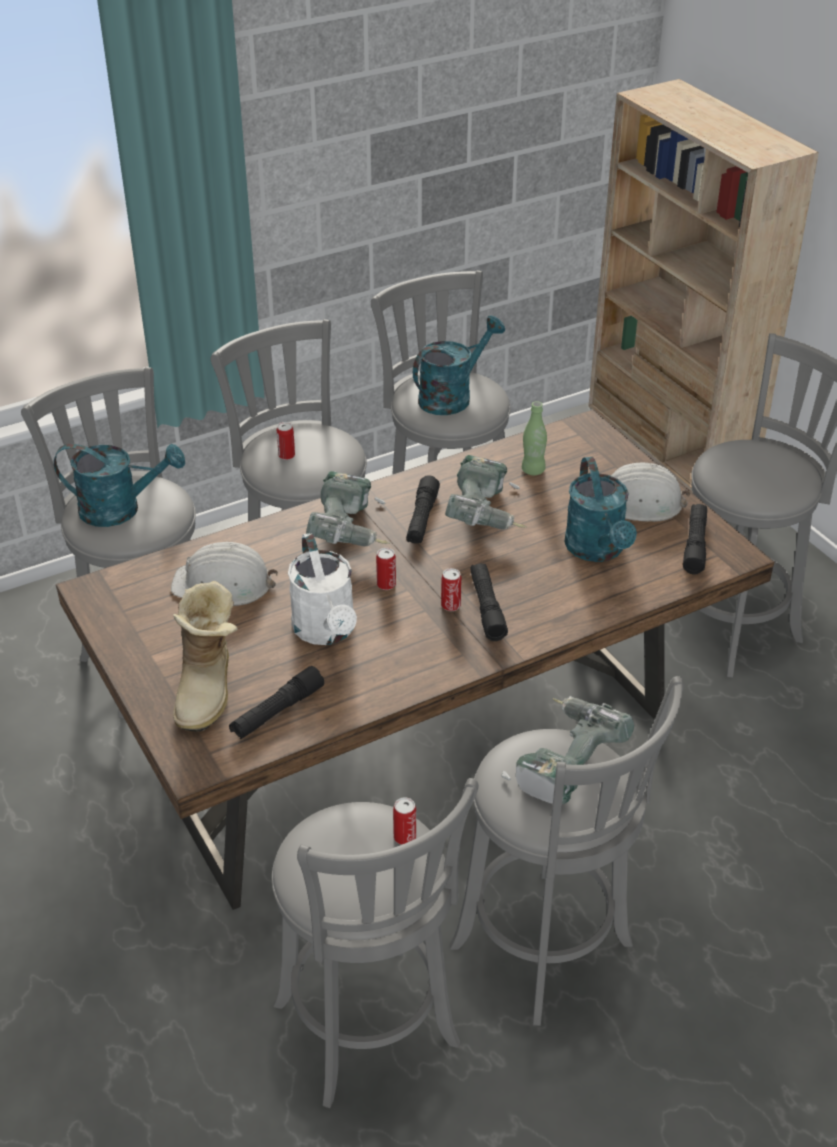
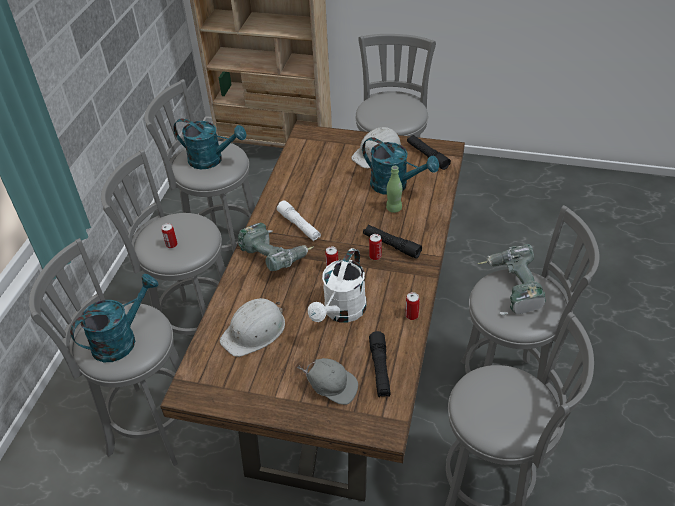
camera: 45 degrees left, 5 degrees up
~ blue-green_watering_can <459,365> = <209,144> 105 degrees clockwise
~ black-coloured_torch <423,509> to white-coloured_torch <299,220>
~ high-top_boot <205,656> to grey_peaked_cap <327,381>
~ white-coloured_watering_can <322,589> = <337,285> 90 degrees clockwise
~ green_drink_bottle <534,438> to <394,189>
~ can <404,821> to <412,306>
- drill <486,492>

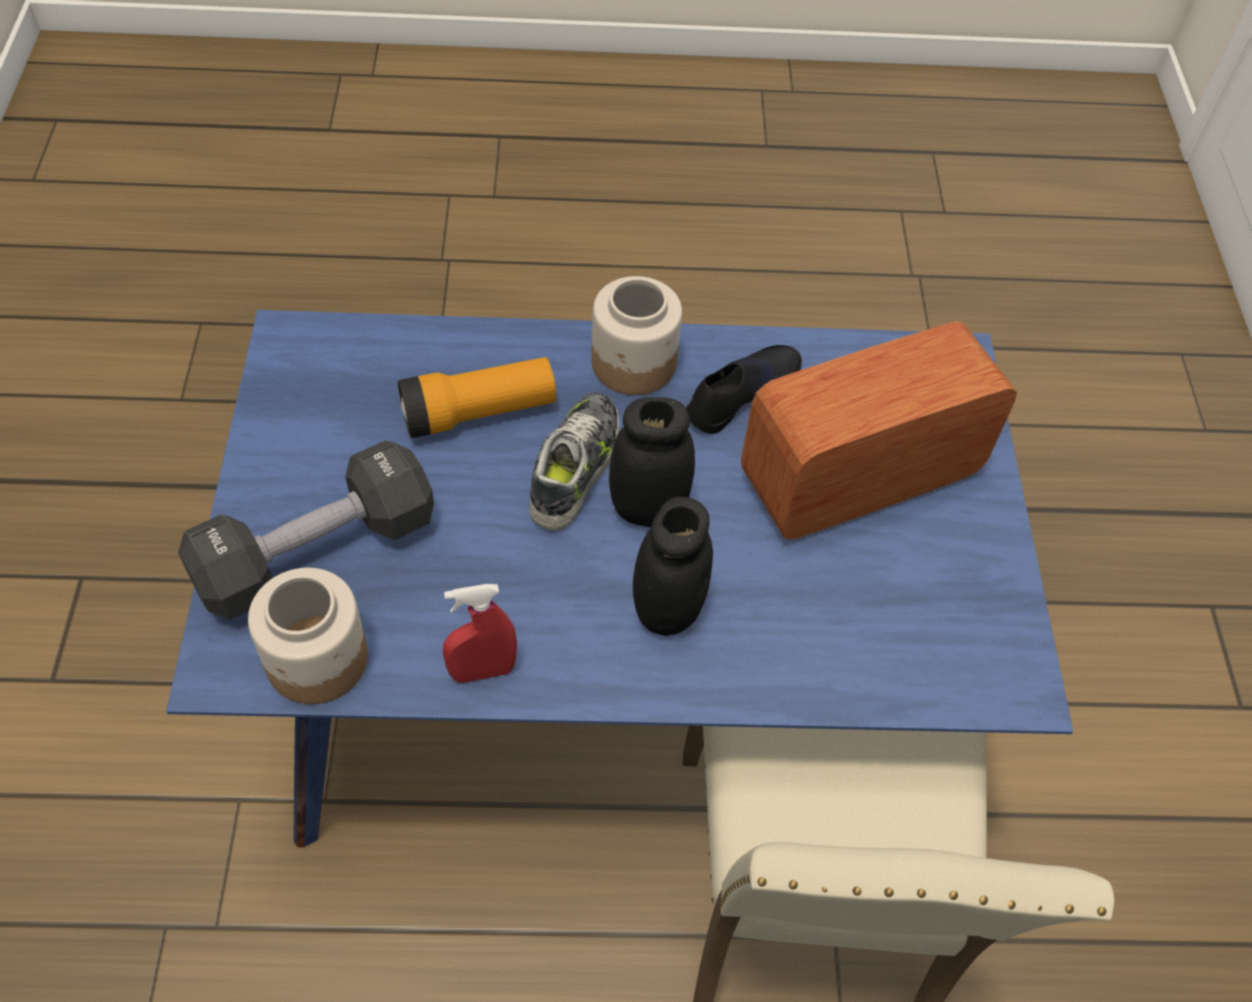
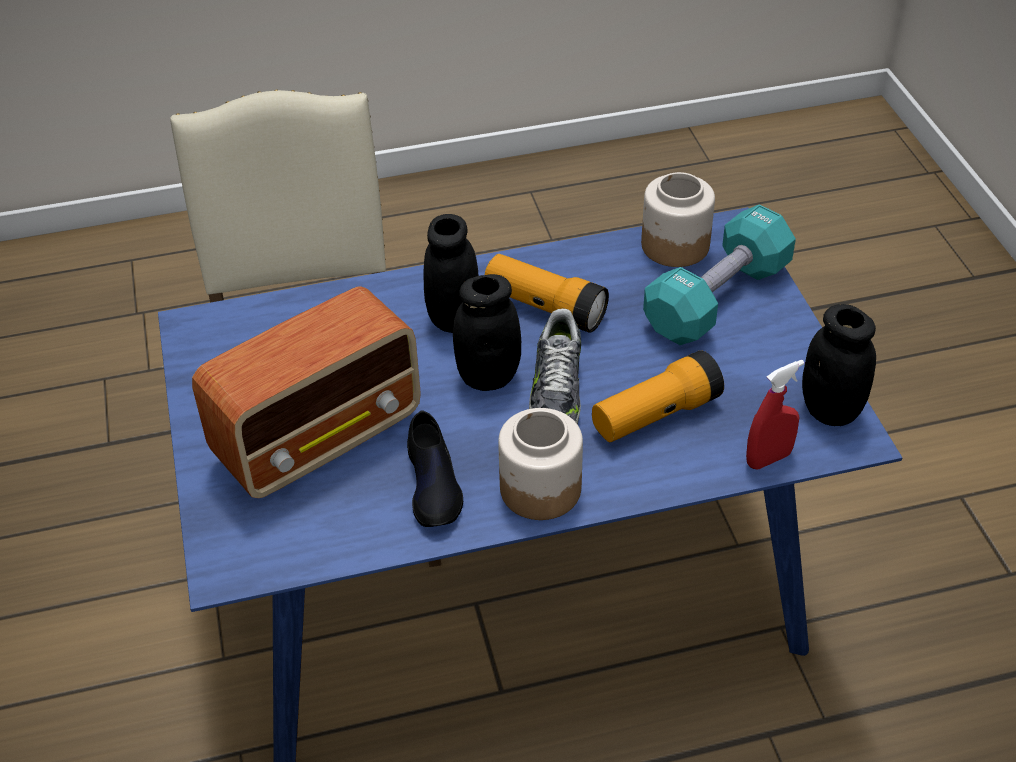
camera: 170 degrees right, 10 degrees down
~ black-coloured_low_shoe <744,389> = <435,468> 45 degrees counterclockwise
+ torch <547,293>
~ black-coloured_free_weight <306,530> to blue-green_free_weight <719,274>
~ red_hand_sprayer <480,633> to <775,414>
+ black-coloured_preserve_jar <839,365>

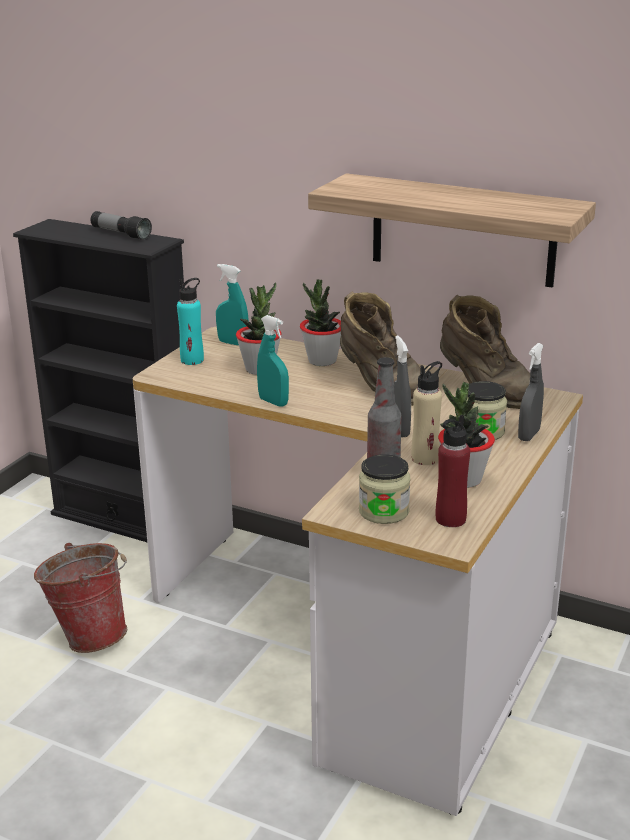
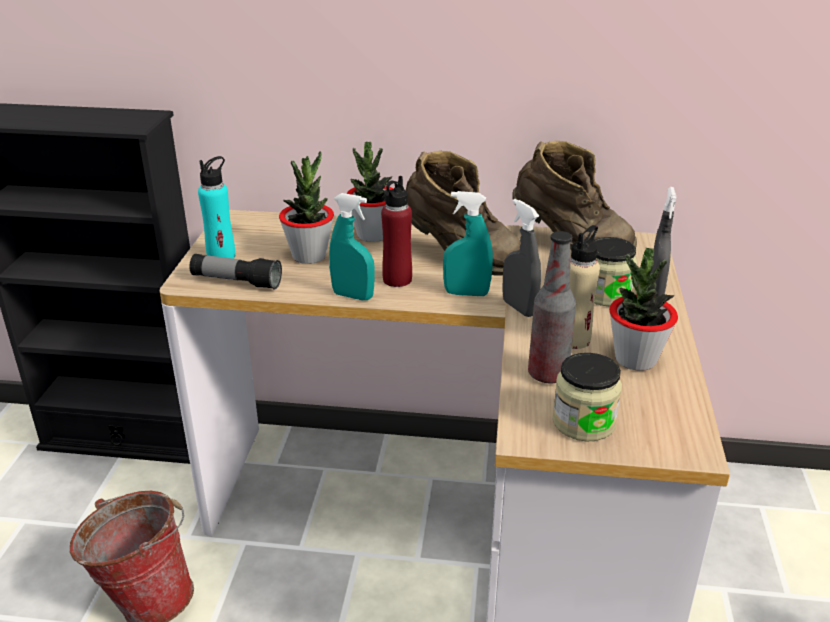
camera: 20 degrees left, 5 degrees up
~ torch <121,225> to <235,272>
~ red_drink_bottle <452,471> to <396,231>
~ blue-green_hand_sprayer <232,305> to <468,243>
- bracket_shelf <452,230>

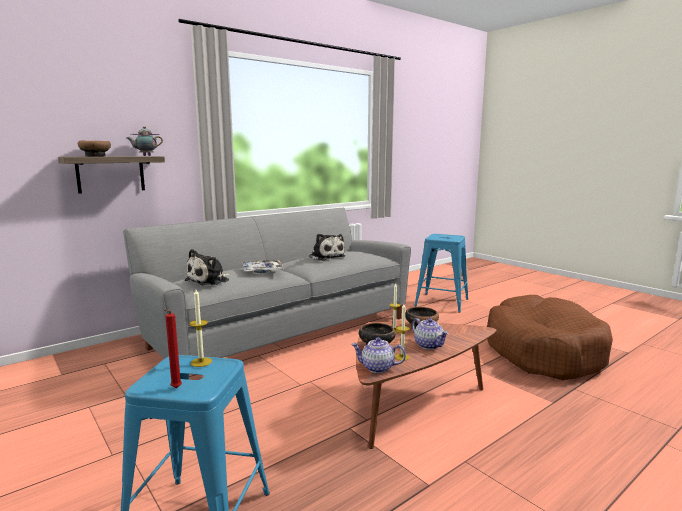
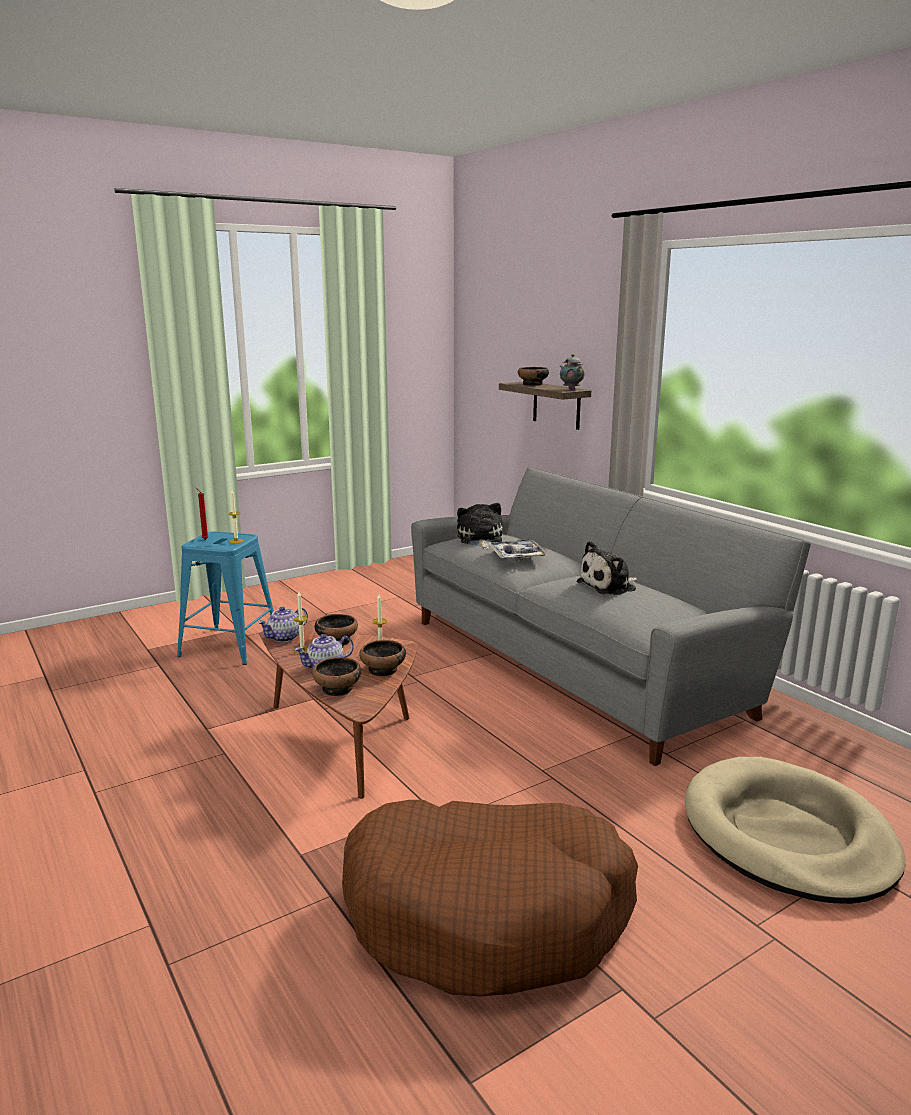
camera: 95 degrees right, 5 degrees up
~ pot_for_tea <378,355> = <283,624> 150 degrees counterclockwise
+ serving_bowl <337,676>
~ cuddly_toy <207,267> = <480,526> 45 degrees clockwise
~ bluish_stool_seat <441,273> to sand-coloured_dog_cushion <795,830>

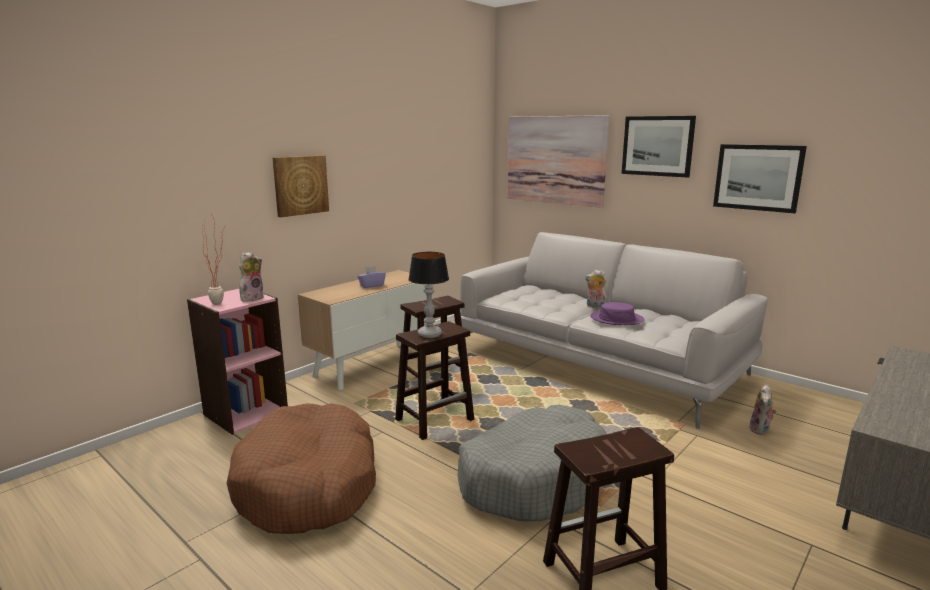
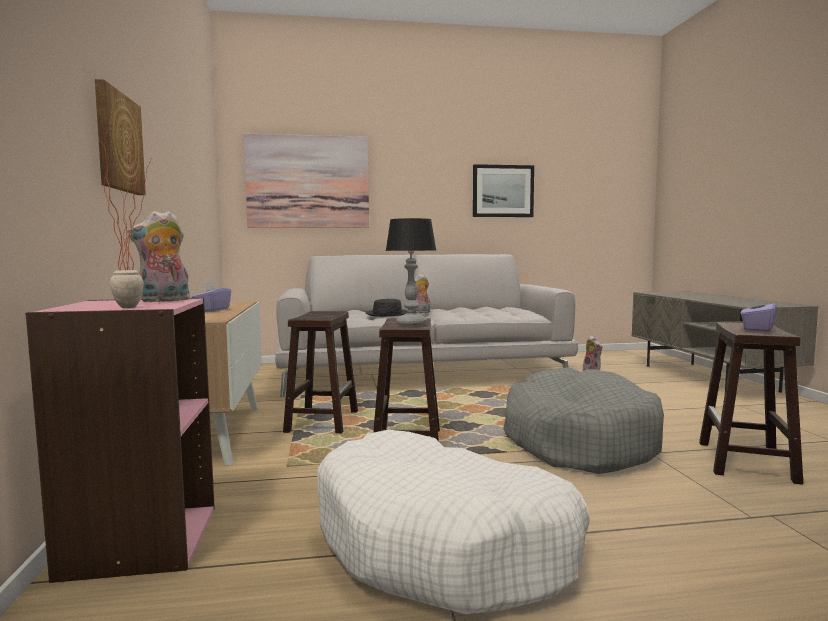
camera: 50 degrees left, 10 degrees down
~ cuddly_toy <251,276> = <158,256> 105 degrees counterclockwise
~ brown-coloured_dog_cushion <301,468> to white-coloured_dog_cushion <453,522>
+ black-coloured_clothing_hat <387,308>
+ purplish_tissue_holder <759,313>
- purplish_clothing_hat <617,313>
- picture <658,147>

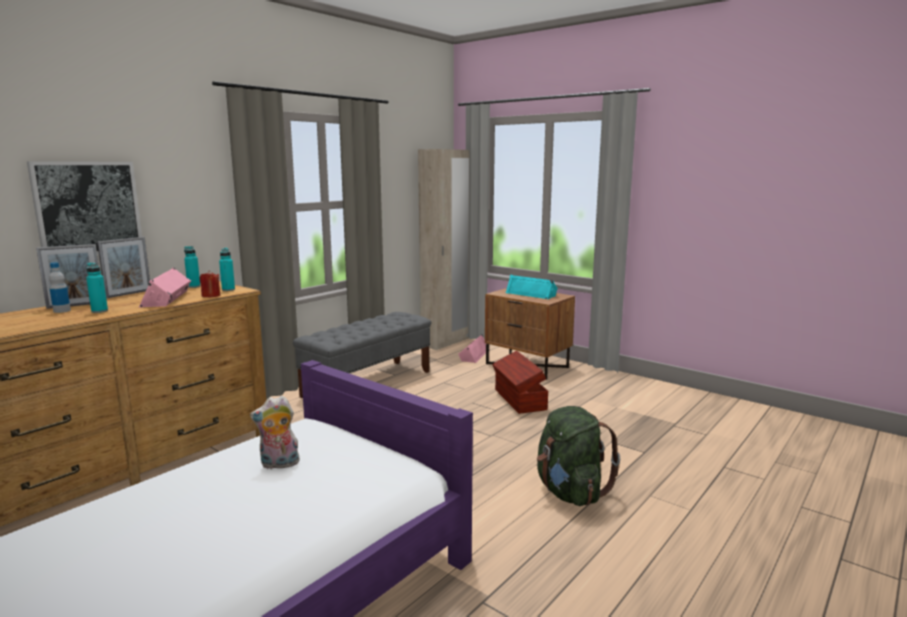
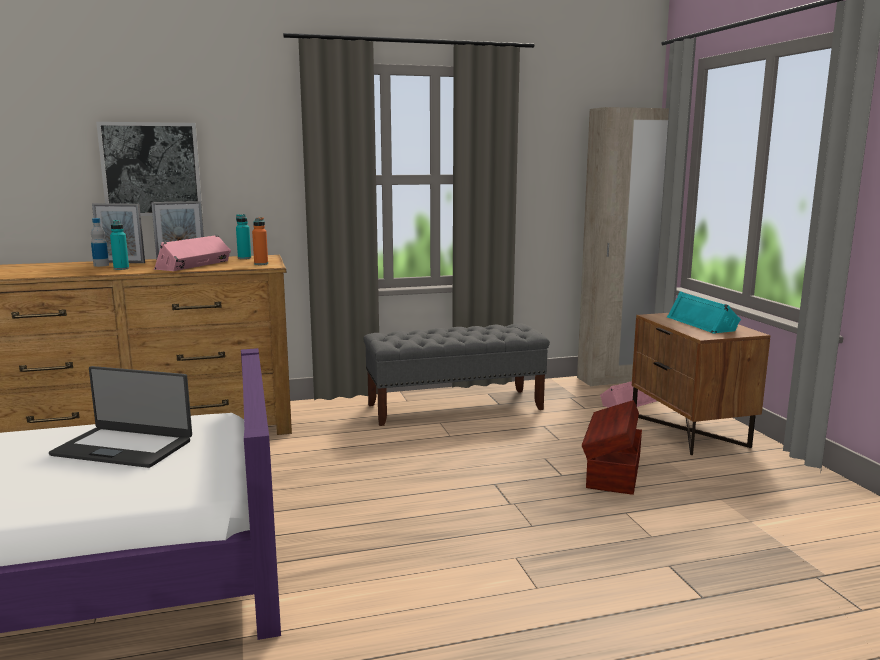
camera: 35 degrees right, 0 degrees up
~ cuddly_toy <275,433> to notebook_computer <120,417>
~ blue-green_drink_bottle <227,269> to orange-coloured_drink_bottle <260,241>
- red_wax_candle <210,283>
- green_backpack <578,456>

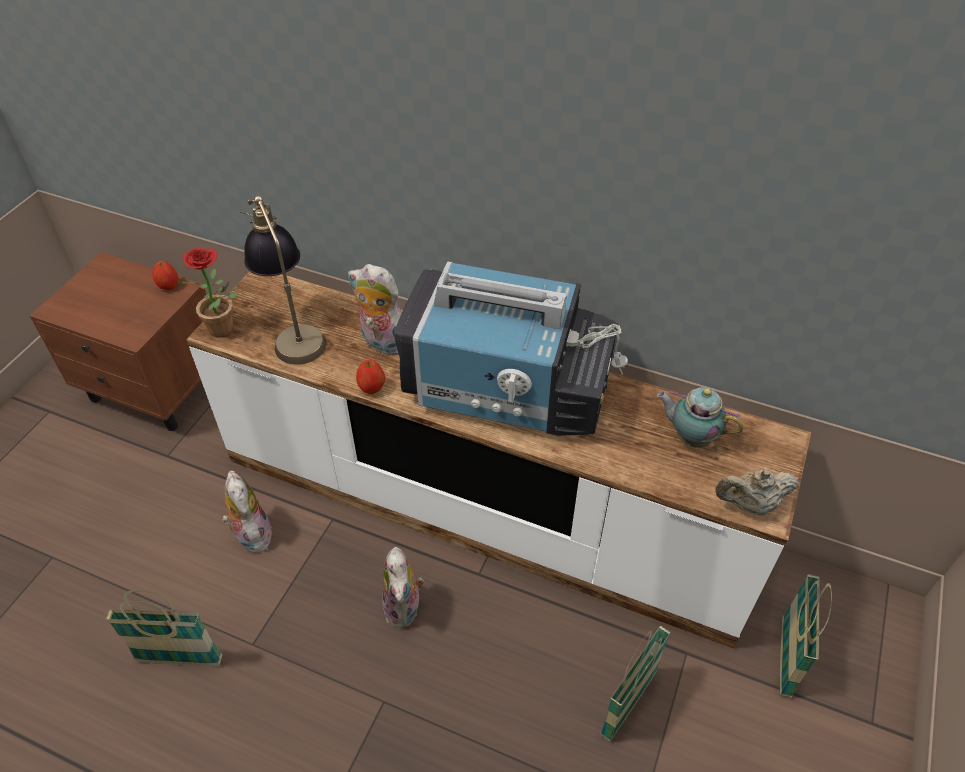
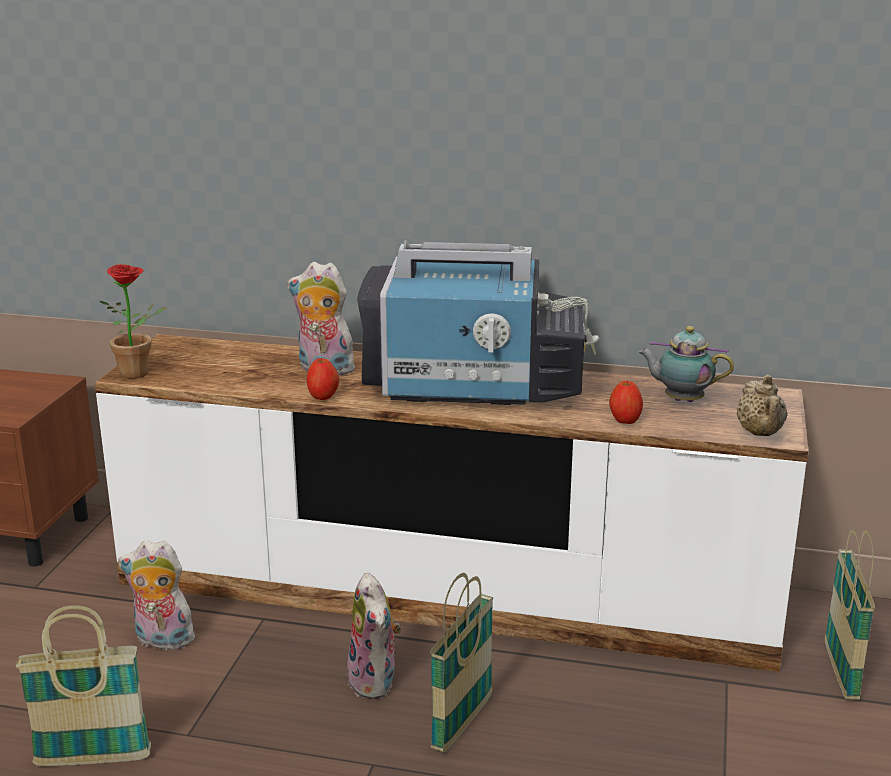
camera: 10 degrees left, 25 degrees down
~ cuddly_toy <247,511> = <156,595> 45 degrees counterclockwise
~ storage_basket <635,683> to <461,663>
~ whole_apple <165,275> to <626,402>
~ sand-coloured_pot_for_tea <757,492> = <762,405> 75 degrees counterclockwise
- lamp_for_a_table <283,280>

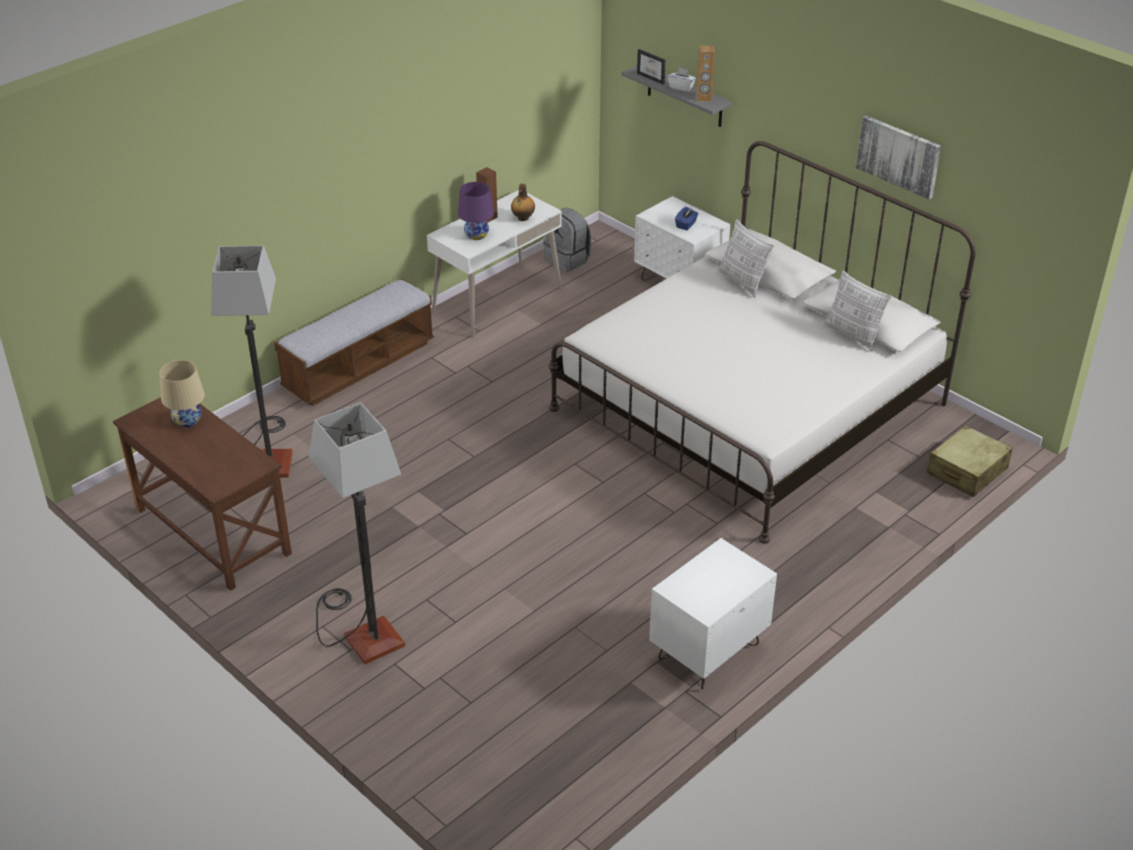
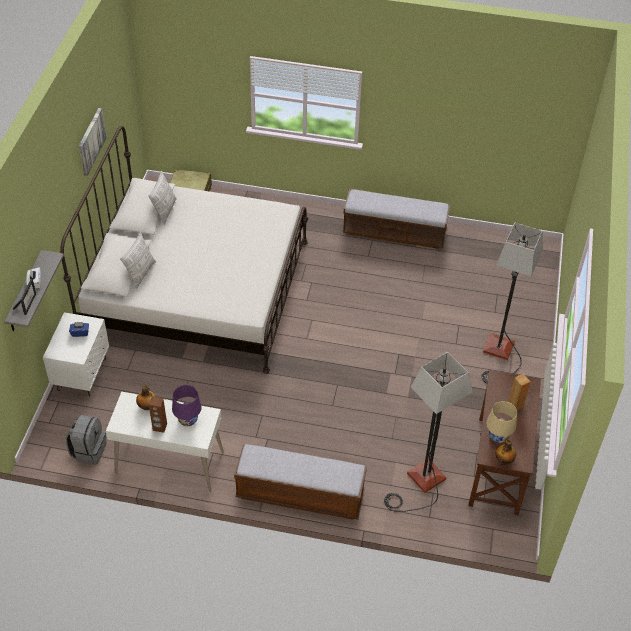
camera: 125 degrees left, 10 degrees up
~ white-coloured_nightstand <713,613> to bench <396,219>
+ drink_bottle <505,452>
~ brown-coloured_loudspeaker <706,73> to <519,392>

